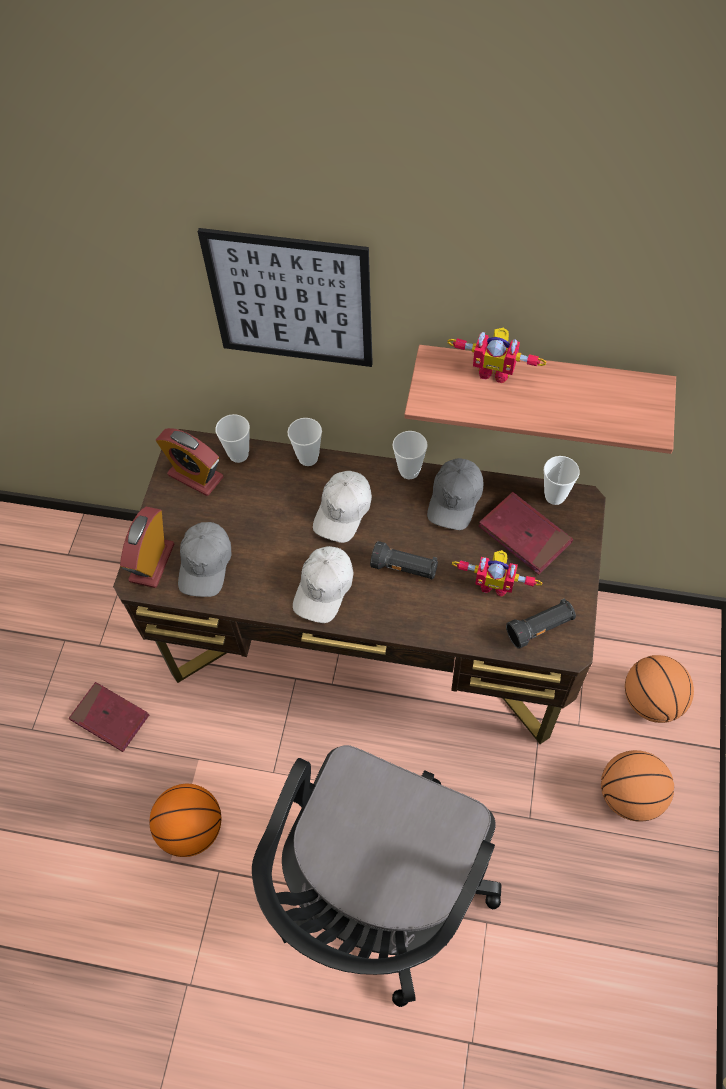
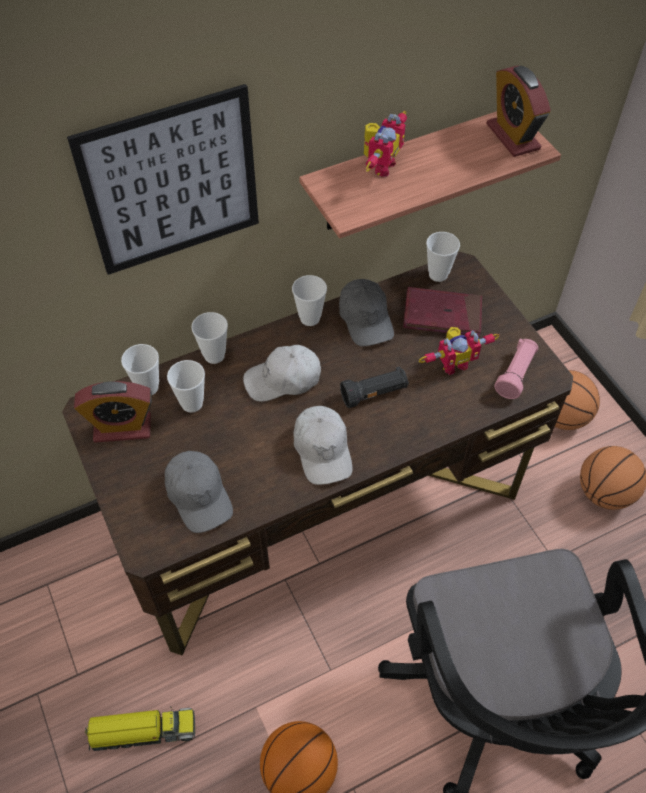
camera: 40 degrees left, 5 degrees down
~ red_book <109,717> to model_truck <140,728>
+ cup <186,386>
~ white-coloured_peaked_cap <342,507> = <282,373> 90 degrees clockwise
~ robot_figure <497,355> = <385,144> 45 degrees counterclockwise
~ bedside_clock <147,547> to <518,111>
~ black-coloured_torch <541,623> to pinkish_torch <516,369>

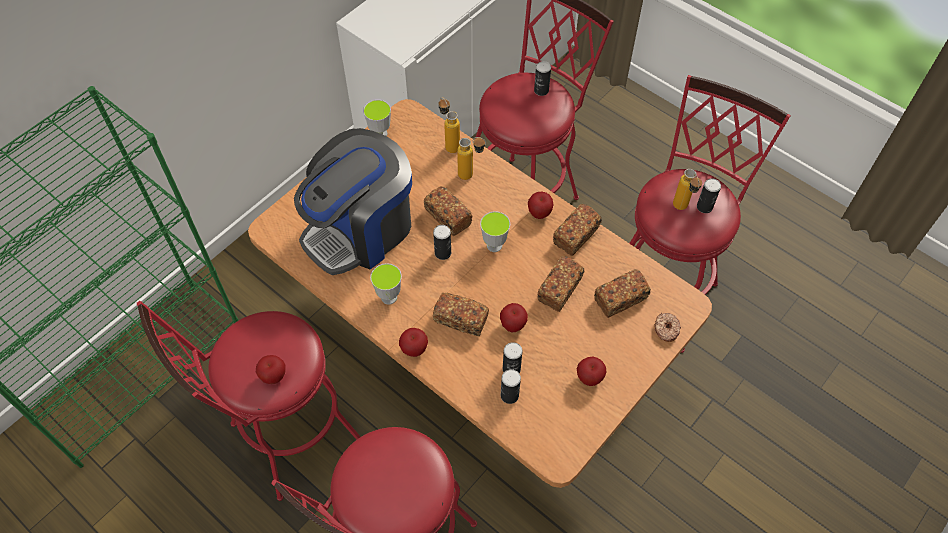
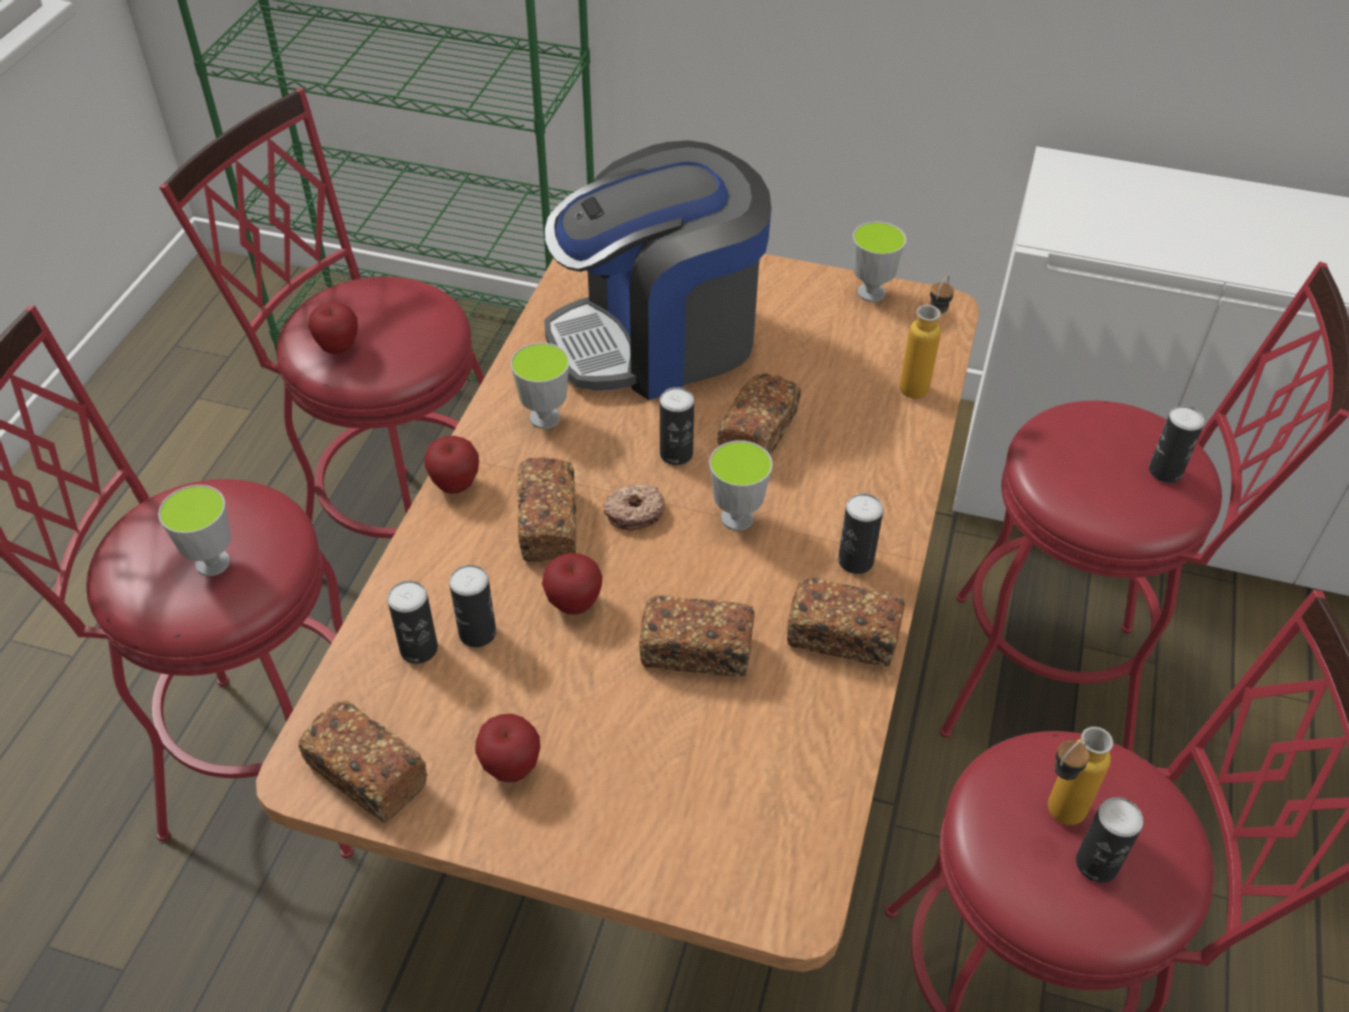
camera: 65 degrees right, 10 degrees down
+ cup <194,530>
~ bakery_bread <622,293> to <363,761>
~ coffee_maker <353,201> = <657,270> 45 degrees counterclockwise
~ doughnut <667,327> to <634,507>
~ whole_apple <540,205> to can <860,533>
- drink_bottle <471,158>

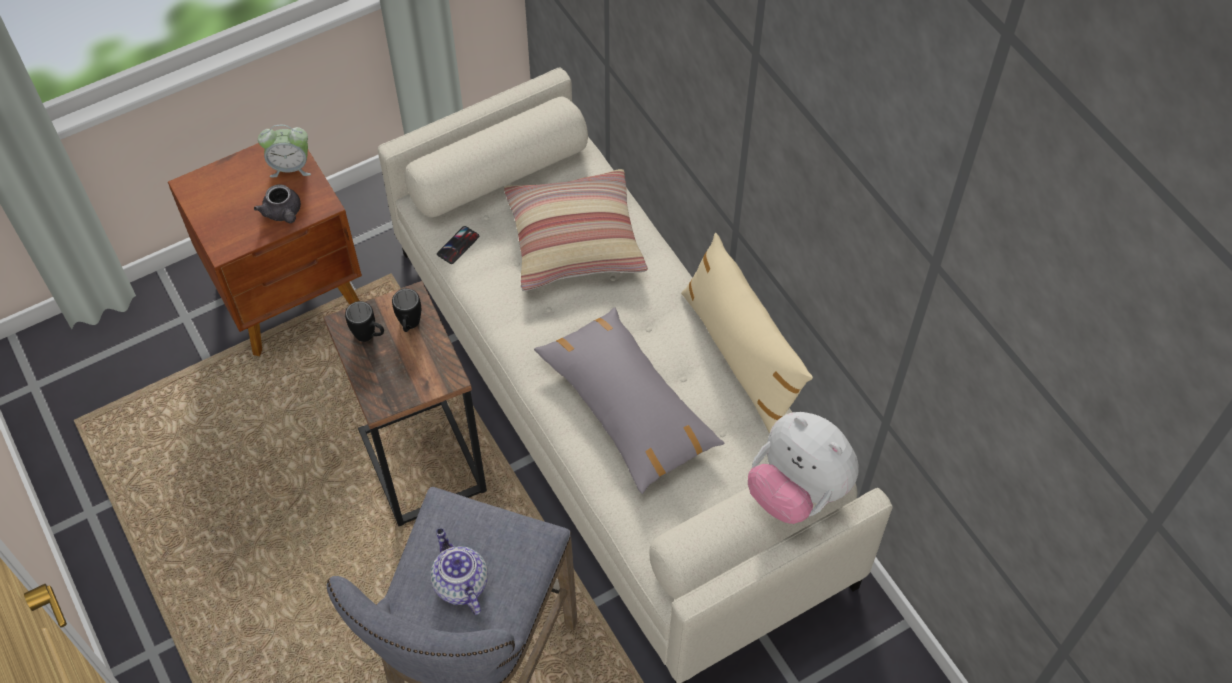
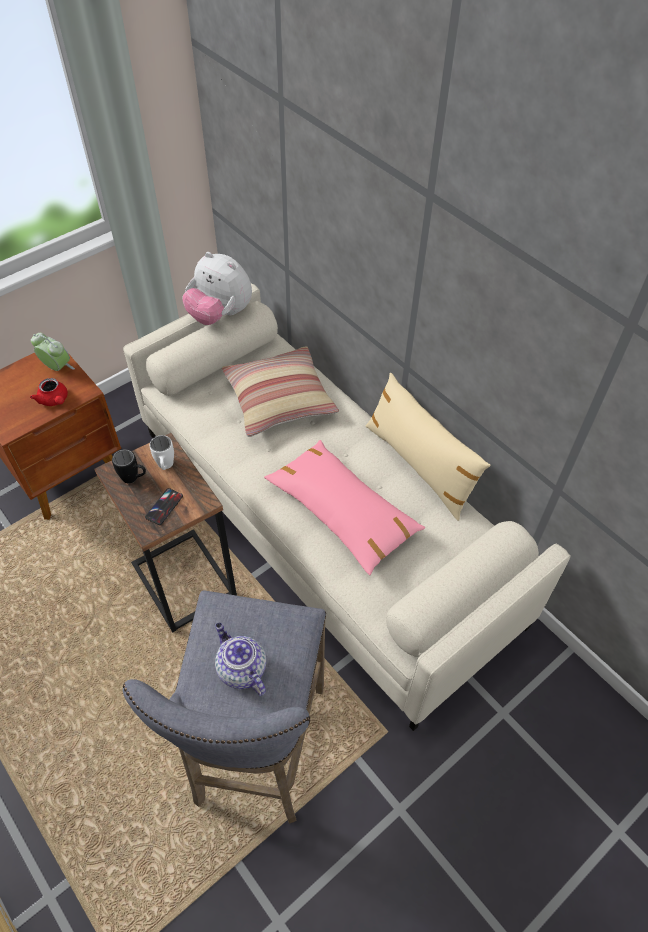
camera: 10 degrees left, 5 degrees down
~ grey_pot_for_tea <277,203> to red_pot_for_tea <49,392>
~ bedside_clock <284,151> = <53,352> 135 degrees counterclockwise
~ telephone <458,245> to <164,506>
~ black-coloured_tea_mug <406,310> to white-coloured_tea_mug <162,452>
~ cuddly_toy <803,468> to <217,288>
~ grey_throw_pillow <629,400> to pinkish_throw_pillow <344,507>

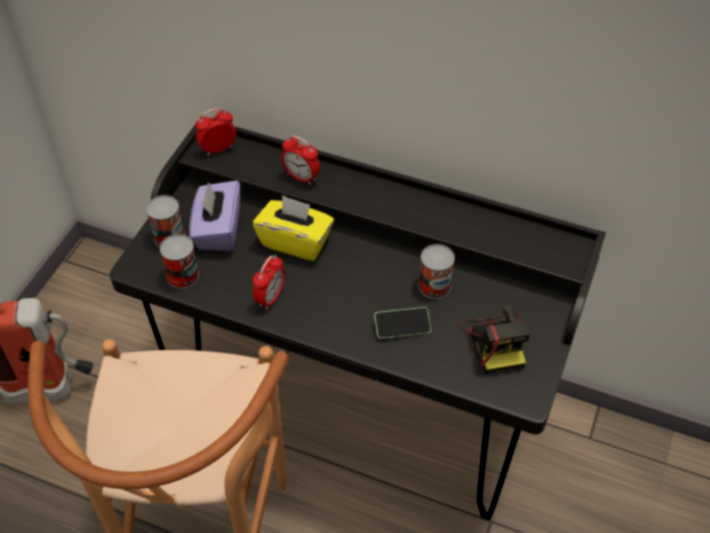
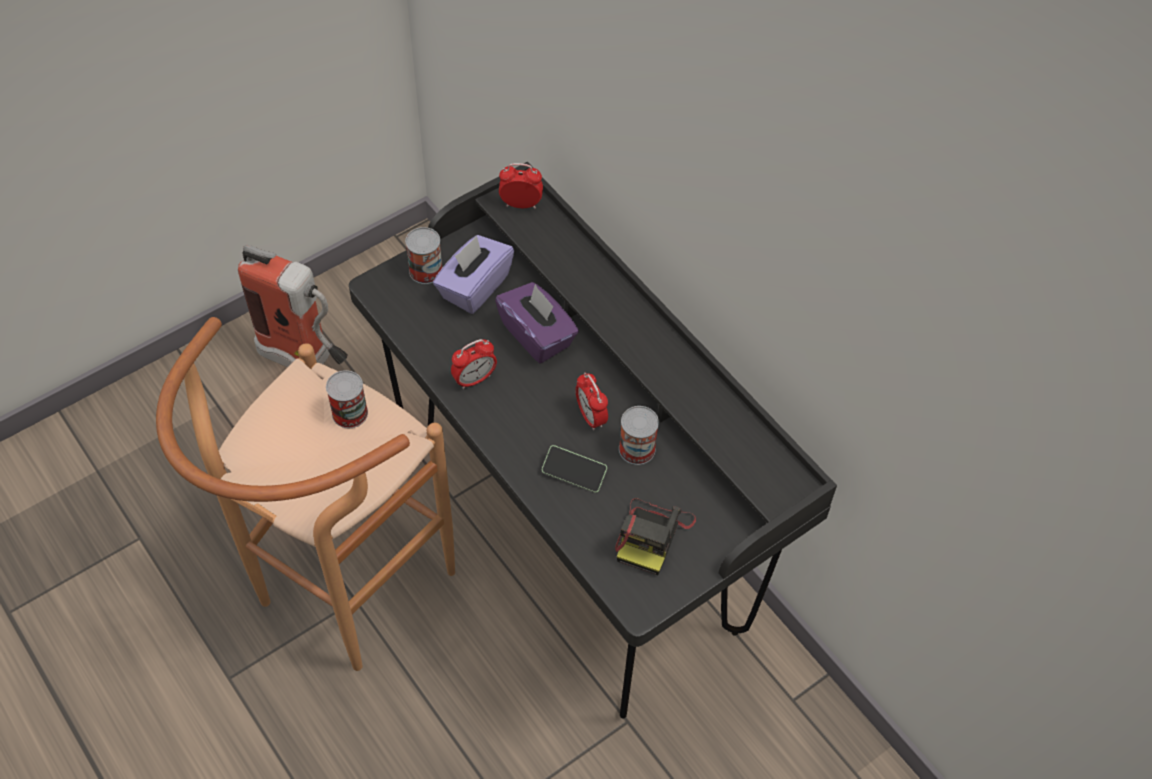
camera: 30 degrees right, 5 degrees up
~ can <179,261> to <347,399>
~ yellow-coloured_tissue_holder <293,228> to purplish_tissue_holder <537,322>
~ bedside_clock <300,160> to <591,401>

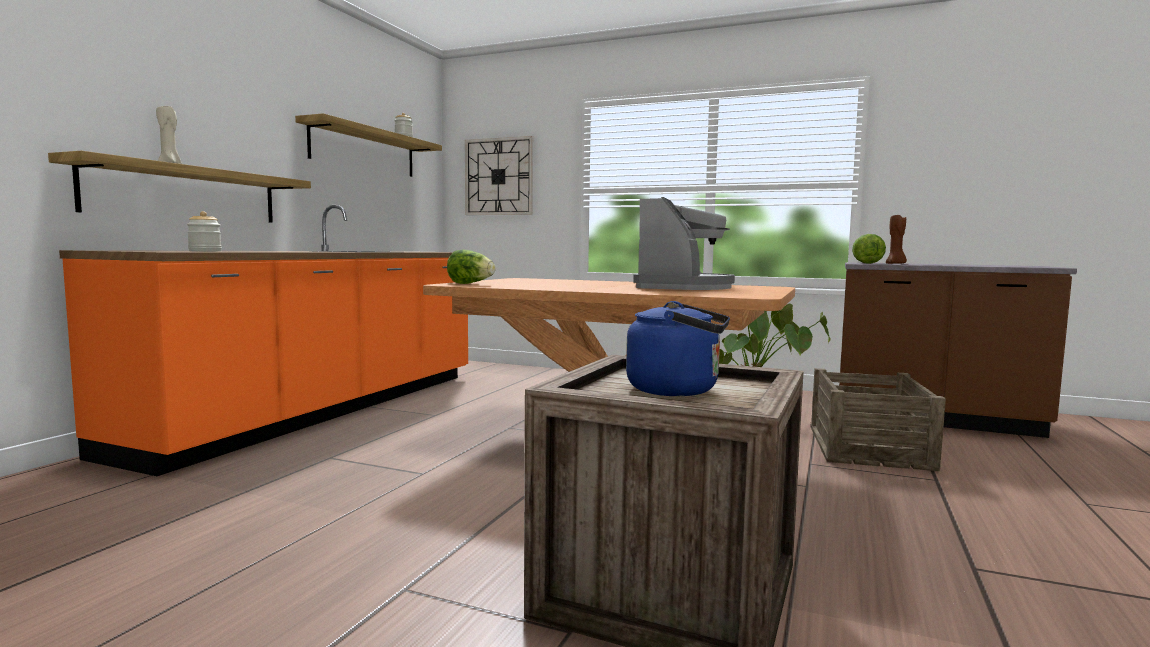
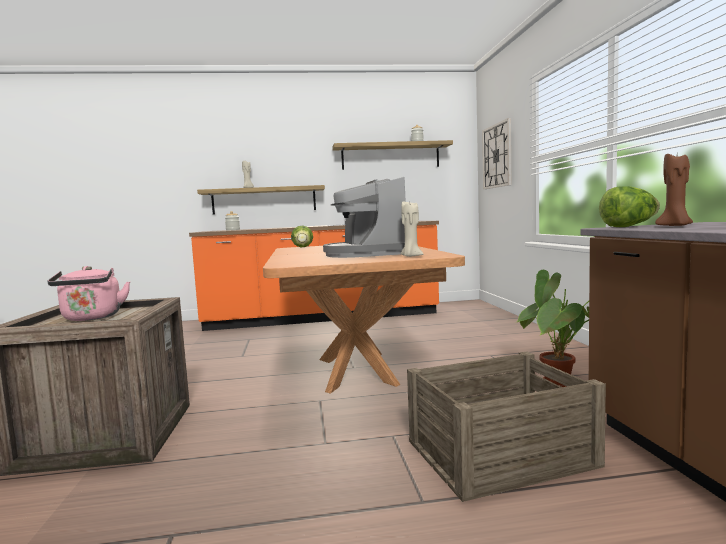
camera: 60 degrees right, 0 degrees up
~ bluish_kettle <678,348> to pinkish_kettle <89,293>
~ coffee_maker <684,243> = <364,217> 90 degrees clockwise
+ sand-coloured_wax_candle <412,229>

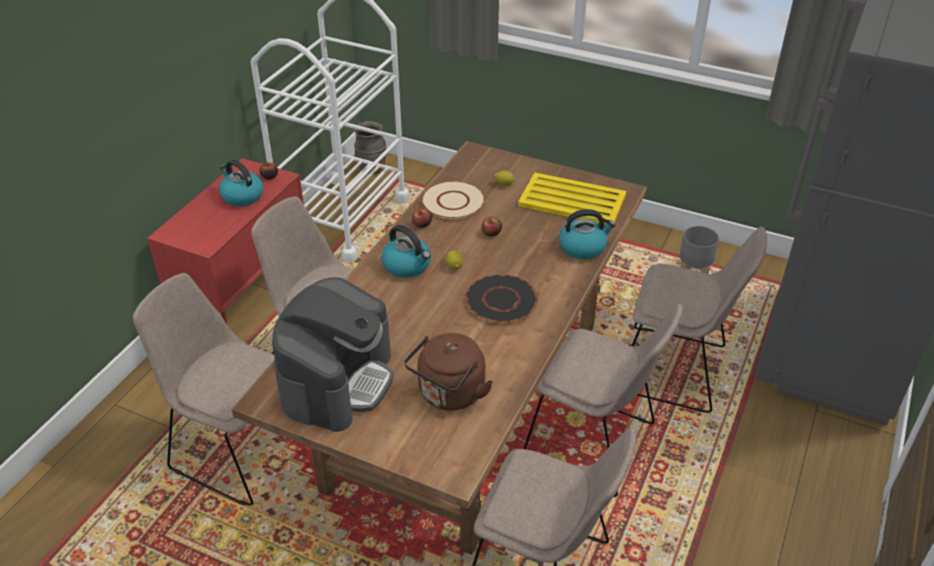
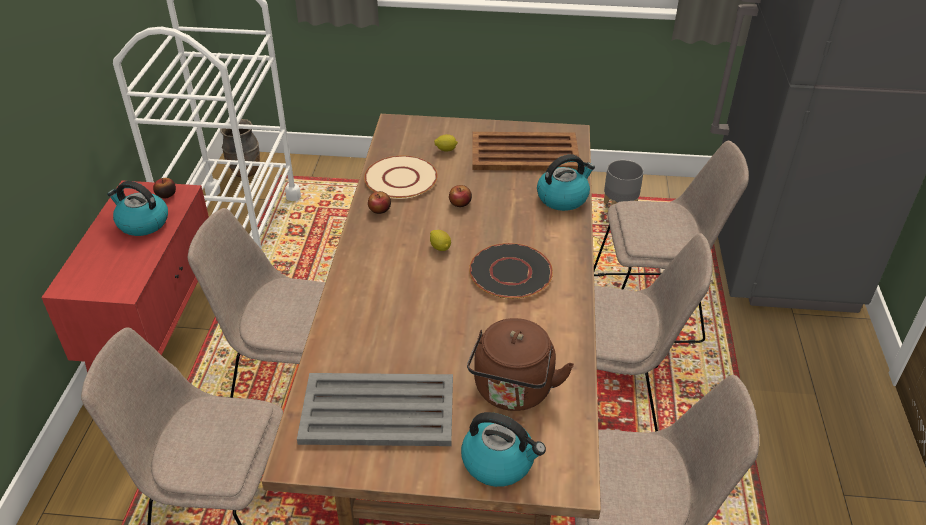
camera: 20 degrees left, 0 degrees up
~ coffee_maker <333,354> to grey_carrying_tray <375,409>
~ kettle <406,251> to <503,449>
~ yellow-coloured_carrying_tray <572,198> to brown-coloured_carrying_tray <525,151>

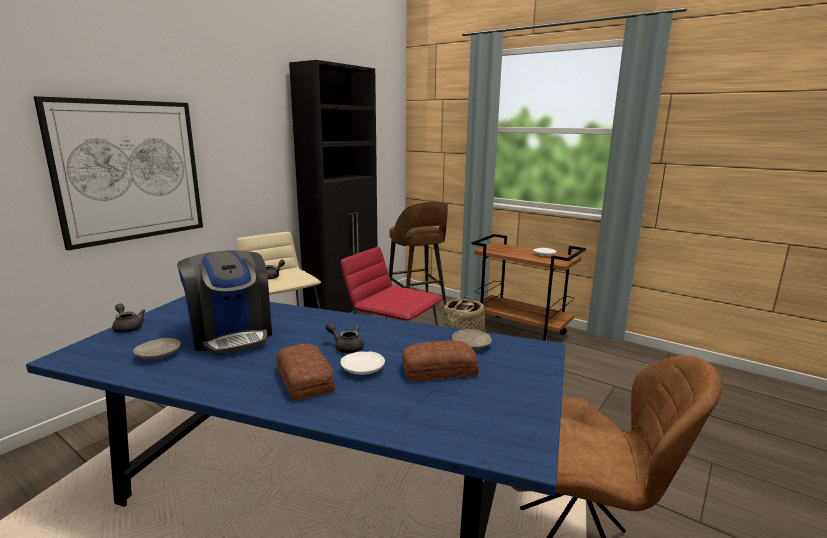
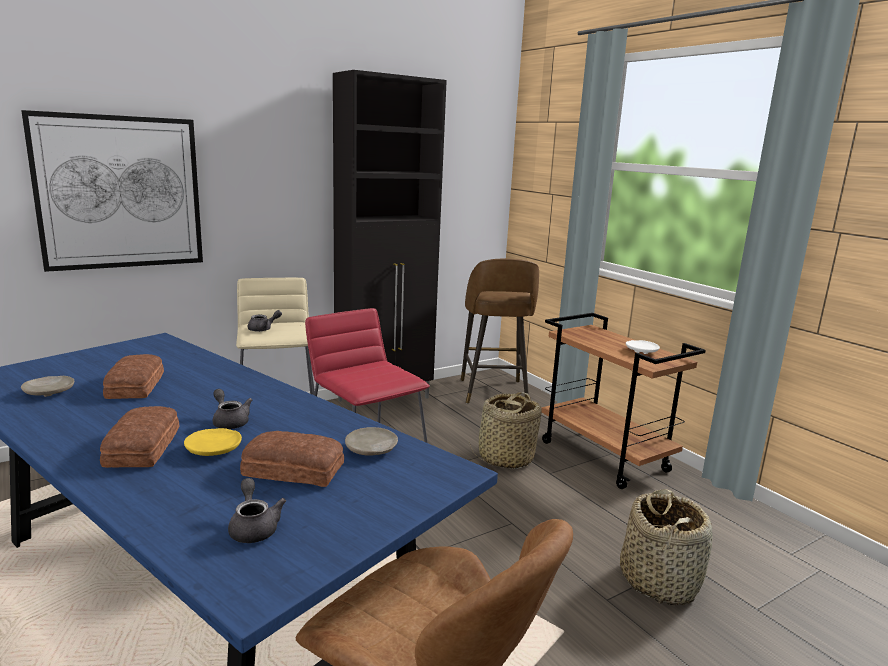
camera: 20 degrees right, 0 degrees up
~ coffee_maker <224,303> to bakery_bread <133,376>
~ white-coloured_dinner_plate <363,363> to yellow-coloured_dinner_plate <213,442>
~ grey_pot_for_tea <129,318> to <257,510>
+ storage_basket <666,547>

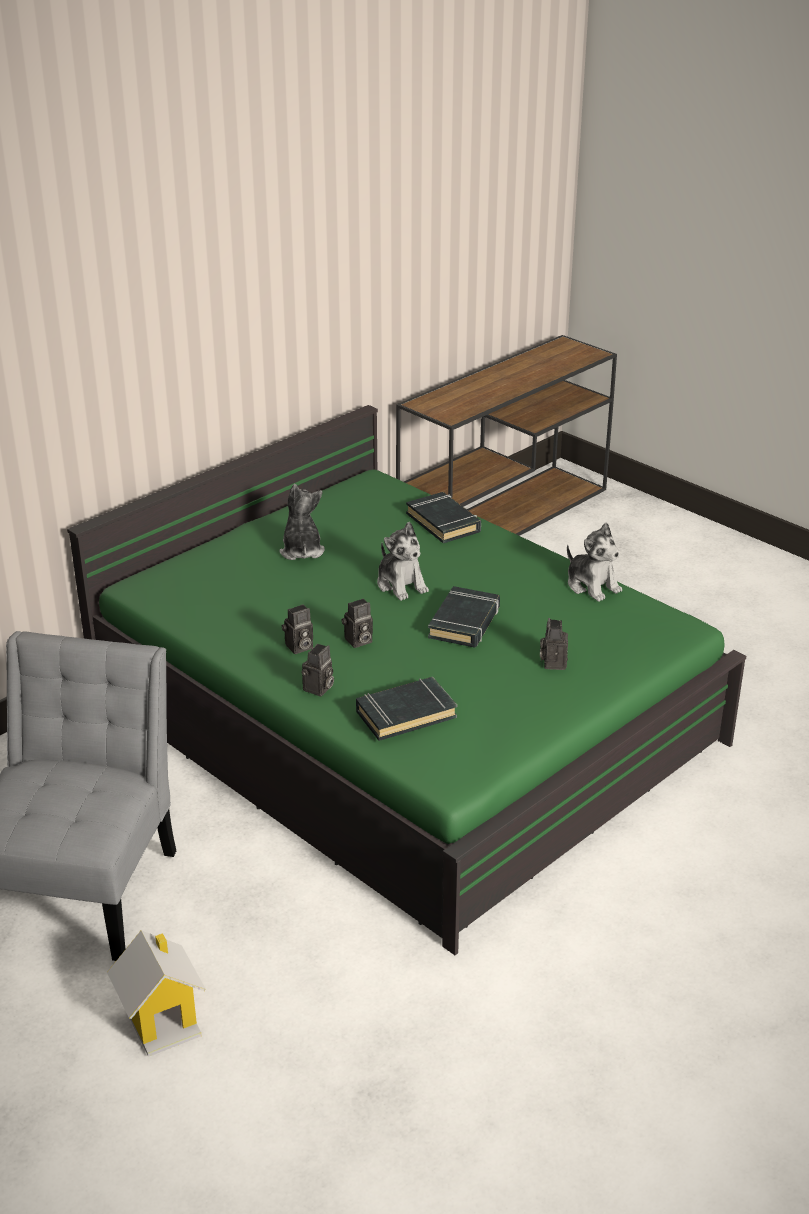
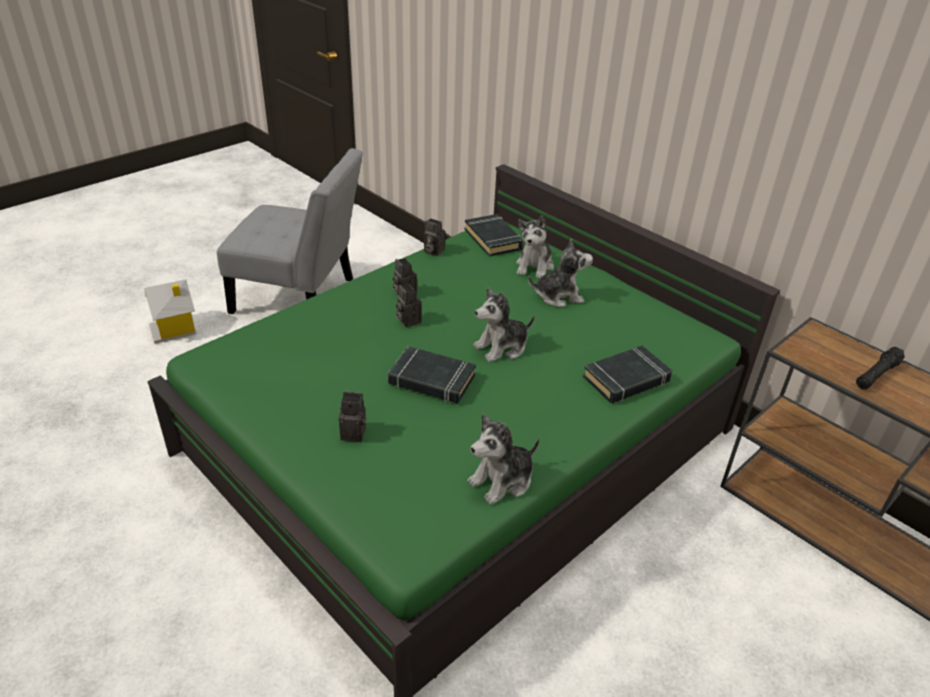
camera: 90 degrees right, 5 degrees up
~ still_camera <317,670> to <434,237>
~ black-coloured_book <406,709> to <494,235>
+ cuddly_toy <535,247>
+ black-coloured_torch <880,367>

